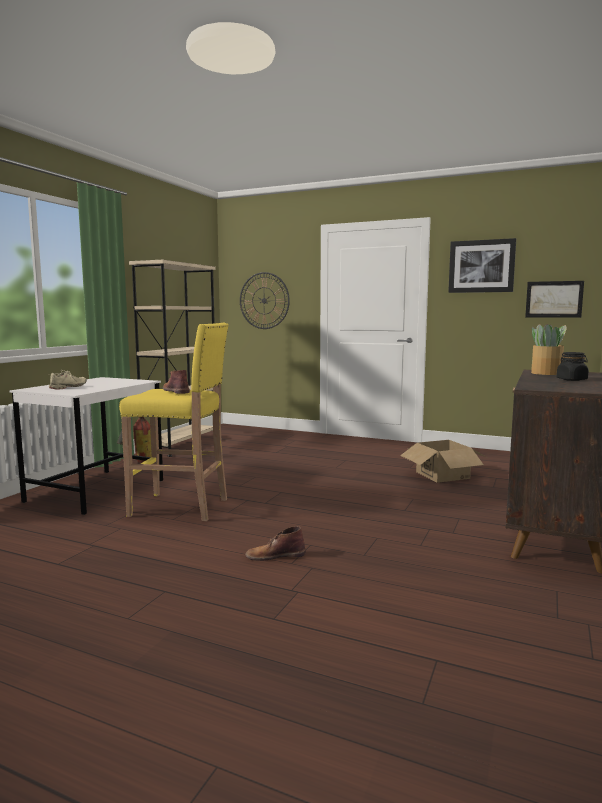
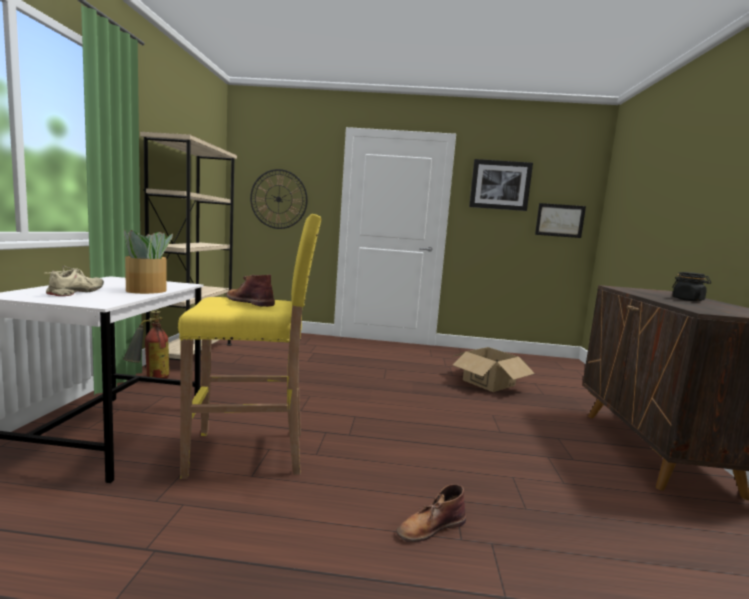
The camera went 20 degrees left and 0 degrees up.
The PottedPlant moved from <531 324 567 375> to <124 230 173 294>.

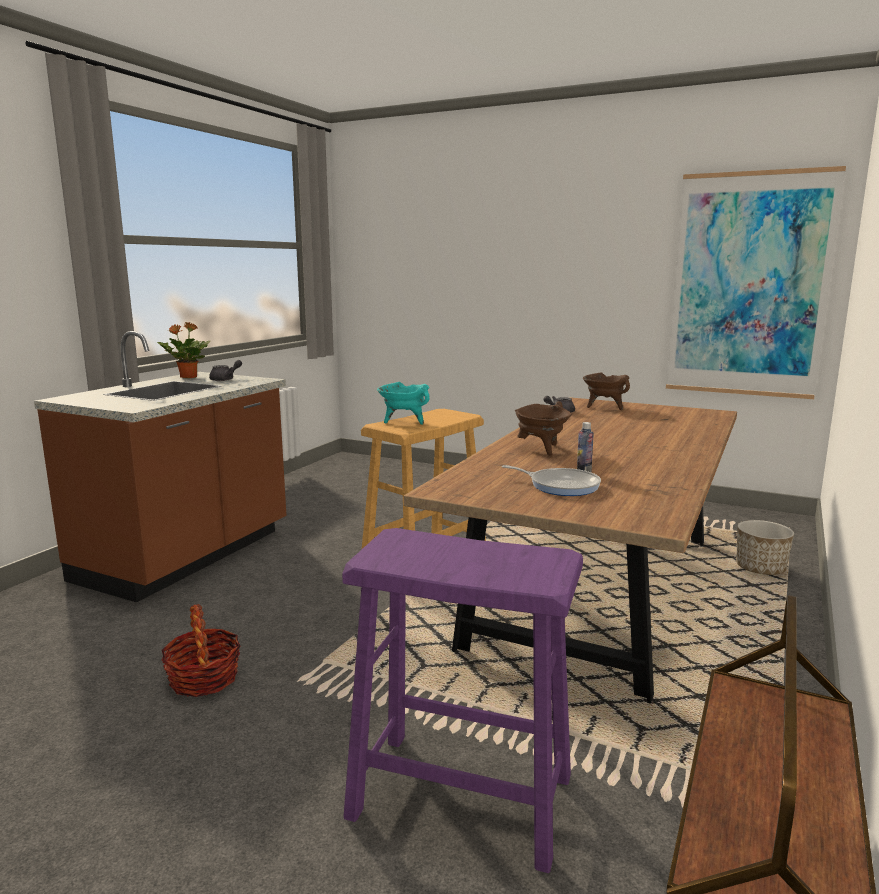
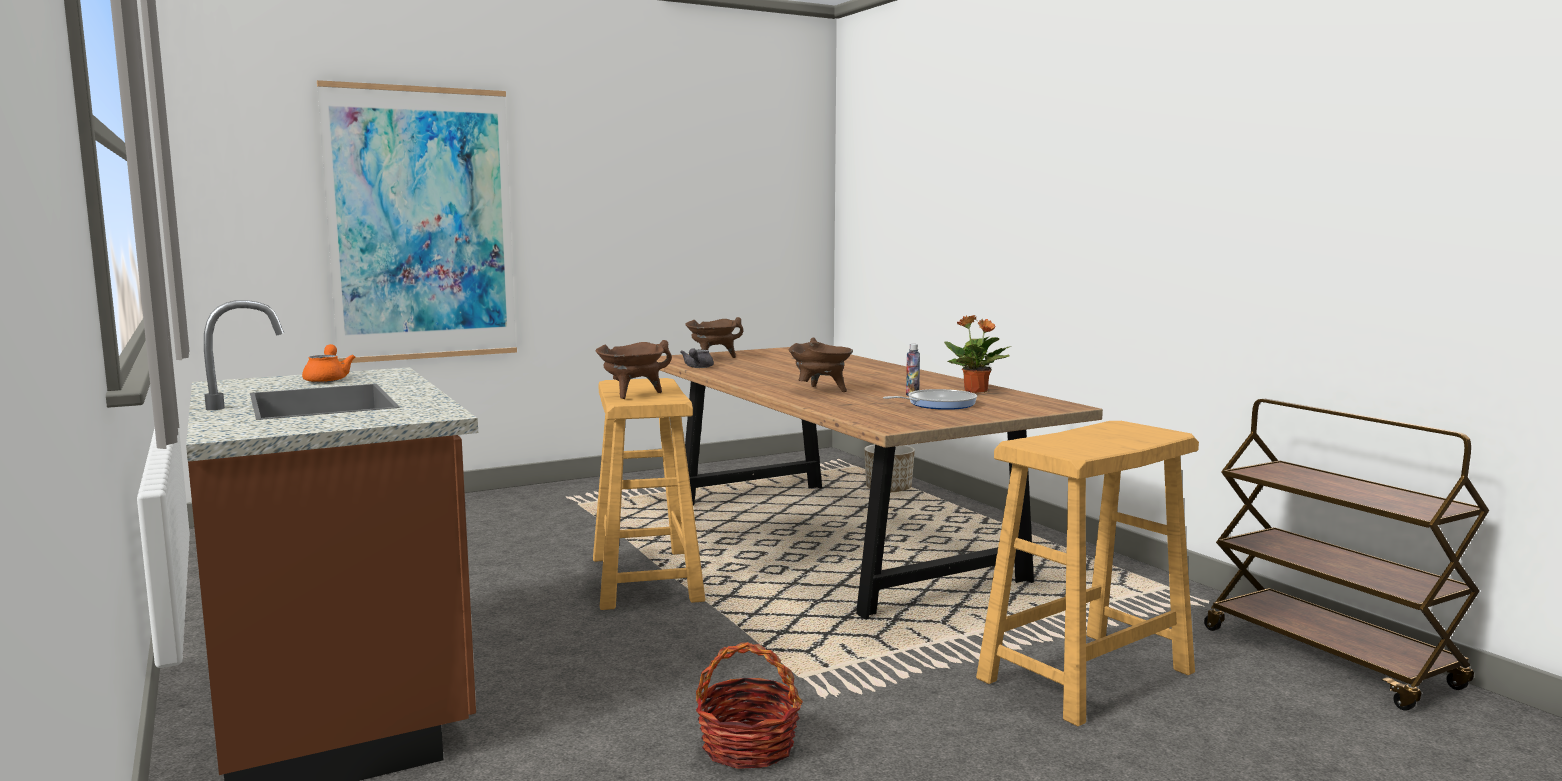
The camera went 55 degrees left and 5 degrees down.
The GreyishTeapot at <209 360 242 381> became the OrangeColouredTeapot at <302 344 355 383>.
The WallPicture moved from <666 166 846 399> to <317 80 517 363>.
The TurquoiseStockpot at <377 382 430 425> became the BrownishStockpot at <596 340 672 399>.
The PottedPlant moved from <157 322 211 378> to <944 315 1011 393>.
The PurpleStoolSeat at <342 528 583 873> became the BeigeStoolSeat at <976 421 1199 726>.

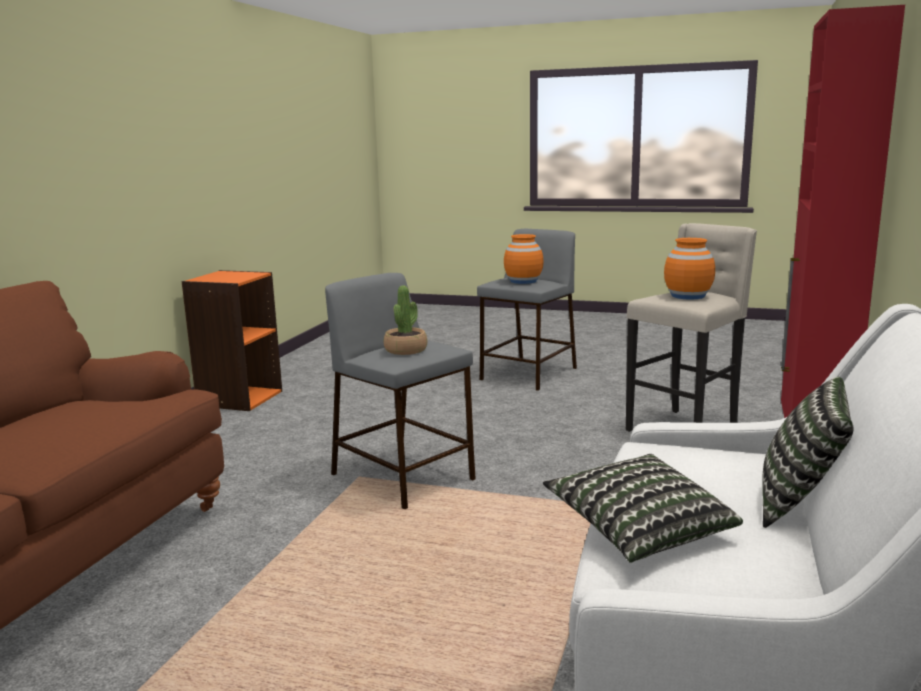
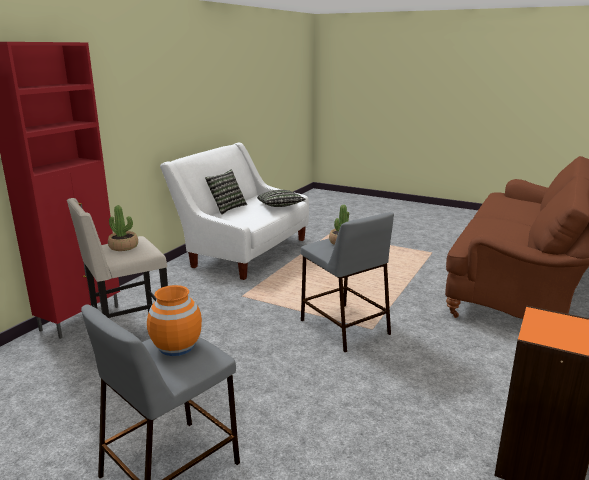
The camera went 170 degrees left and 5 degrees up.
The OrangeColouredFlowerVase at <664 238 715 300> was replaced by the PottedPlant at <108 205 138 251>.

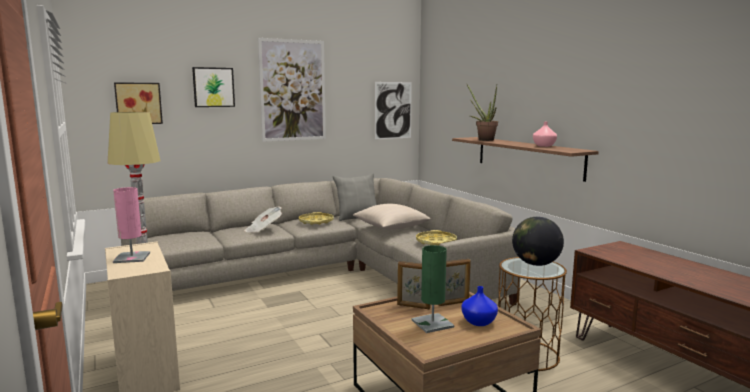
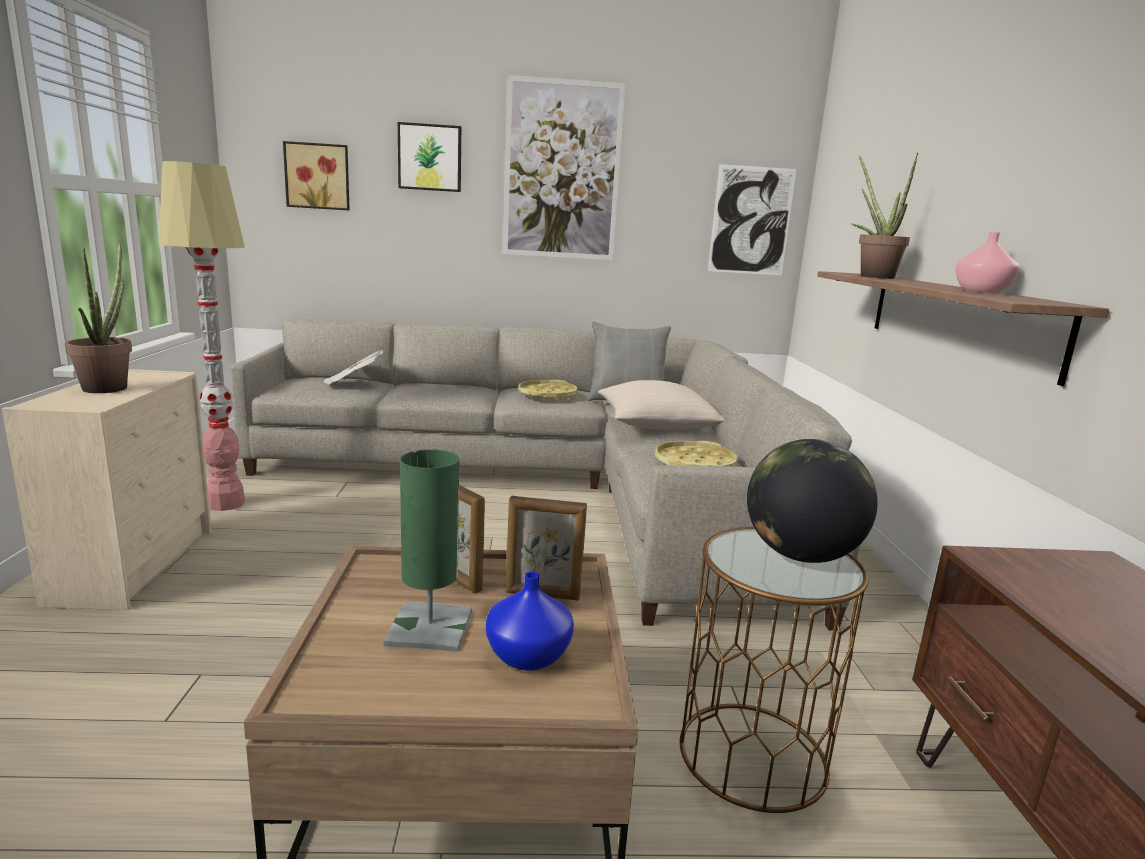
The camera went 25 degrees right and 5 degrees up.
The PinkLampForATable at <113 187 150 263> was replaced by the PottedPlant at <65 241 132 393>.
The DailyPaper moved from <244 207 282 233> to <324 351 383 385>.

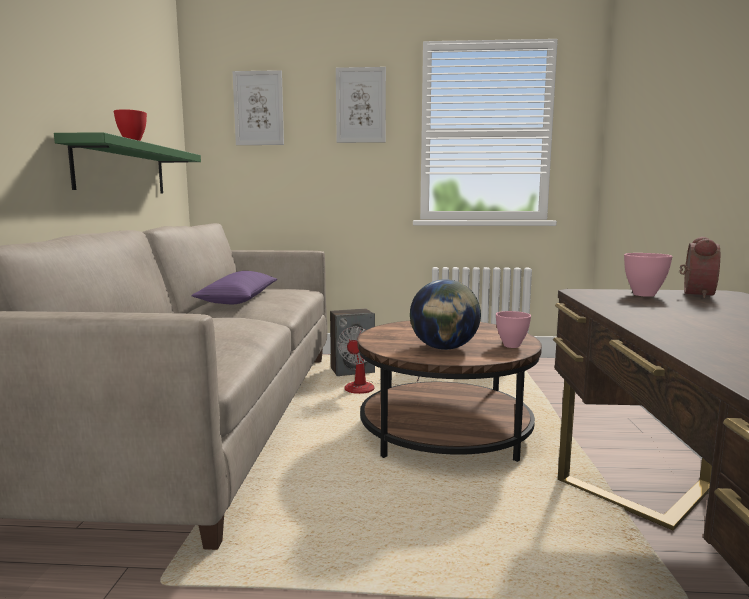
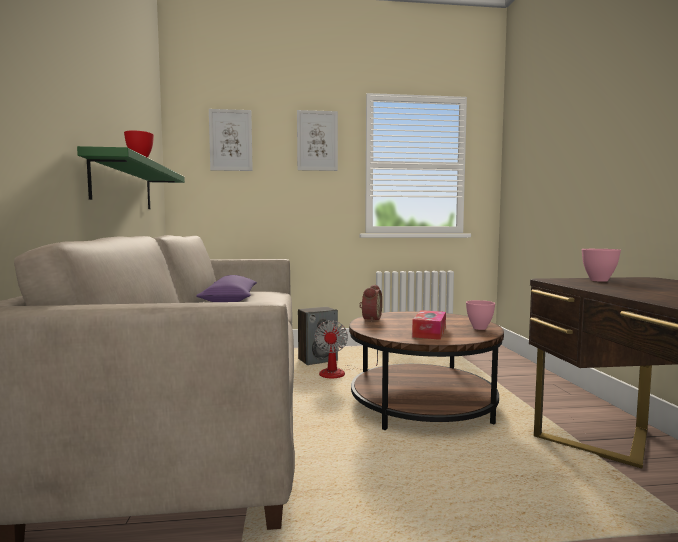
The camera went 10 degrees left and 5 degrees down.
The TableClock moved from <679 237 720 298> to <359 285 382 322>.
The Globe at <410 279 481 350> was replaced by the TissueHolder at <412 310 446 340>.

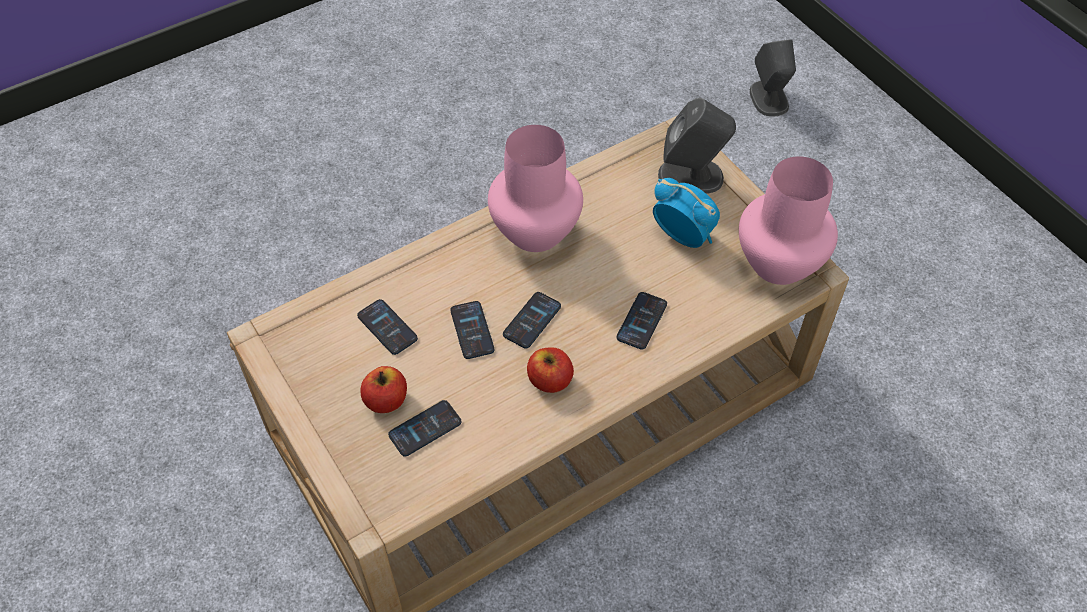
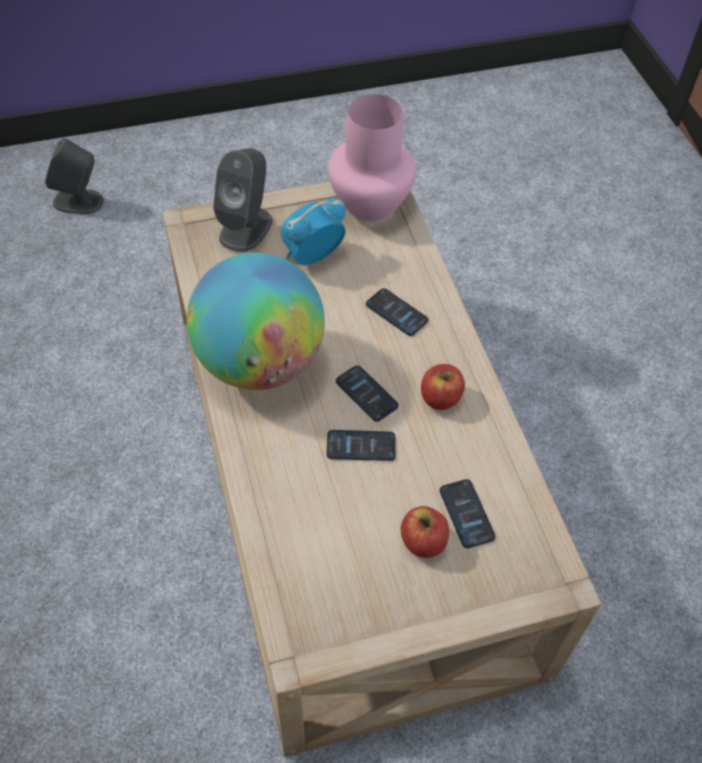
The camera went 75 degrees left and 0 degrees up.
The PinkFlowerVase at <488 125 583 252> was replaced by the Globe at <187 252 325 390>.
The Handset at <357 299 418 355> disappeared.

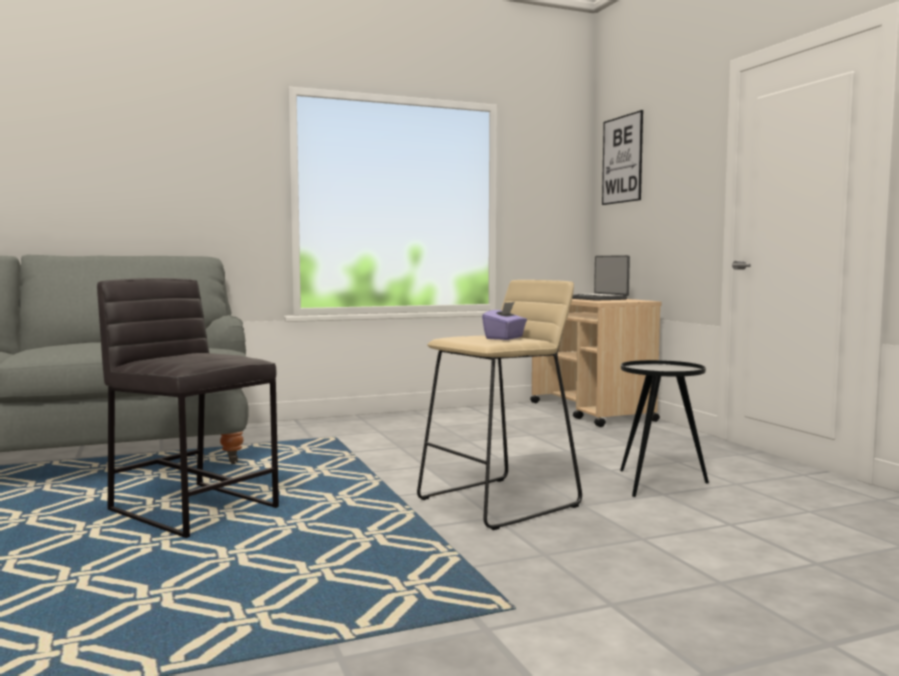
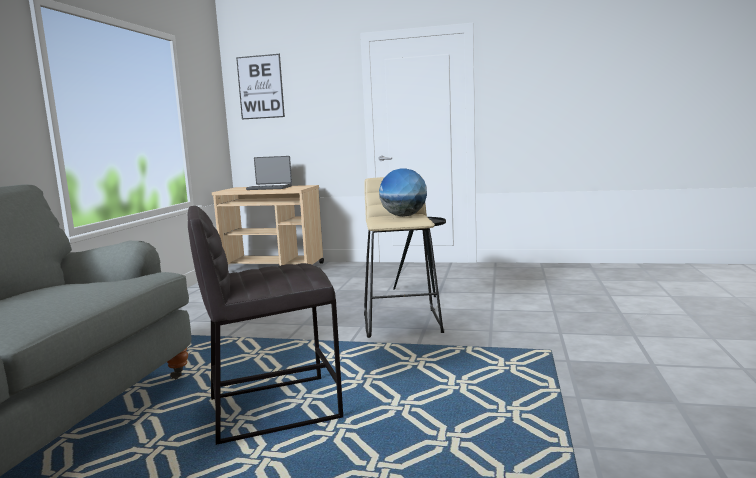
The camera went 55 degrees left and 5 degrees up.
The PurpleTissueHolder at <482 302 527 340> was replaced by the Globe at <379 168 427 217>.

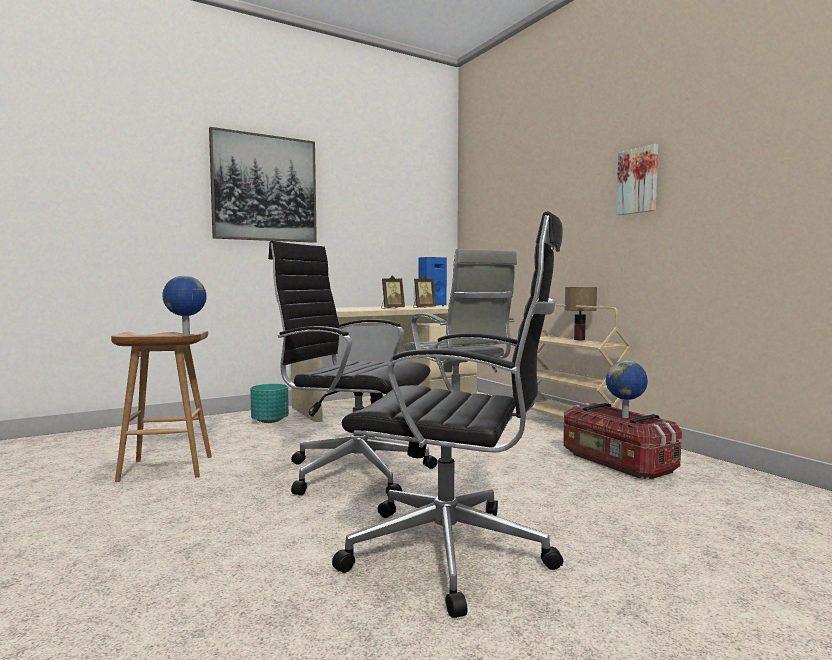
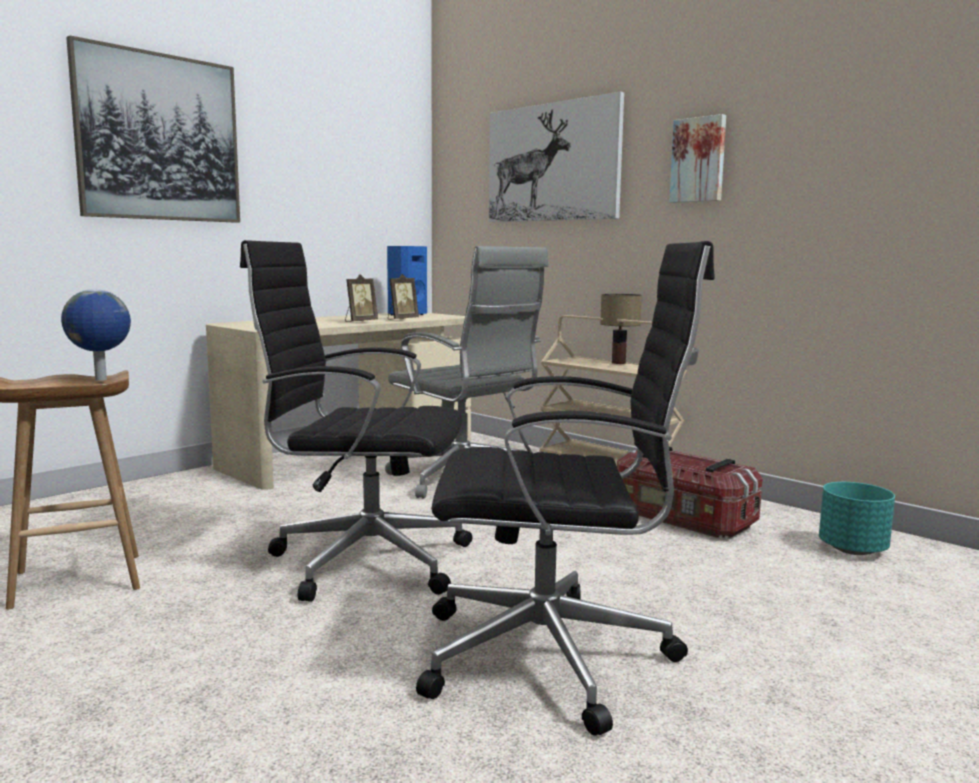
The camera went 15 degrees left and 5 degrees up.
The WallPicture at <489 92 624 222> appeared.
The TurquoisePlantPot moved from <250 384 289 423> to <819 482 895 555>.
The Globe at <606 360 648 418> disappeared.

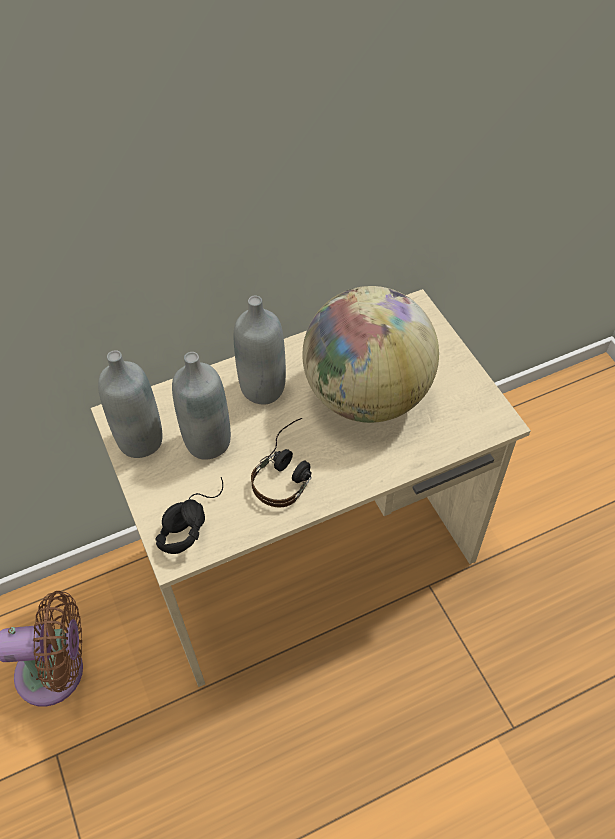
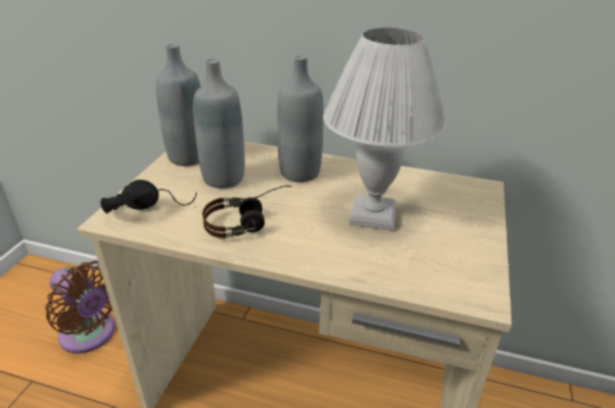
The camera went 40 degrees right and 20 degrees down.
The Globe at <302 286 439 423> was replaced by the WhitishLampForATable at <323 28 446 231>.

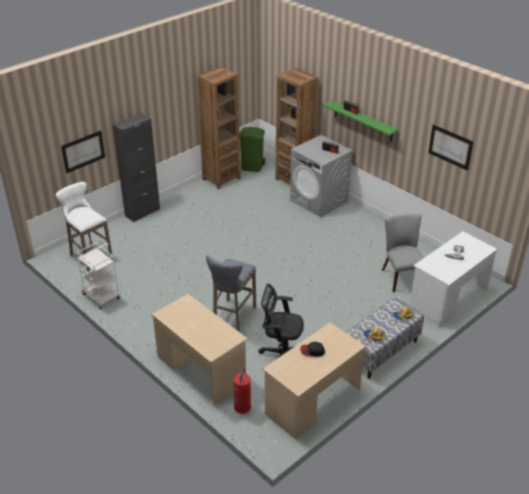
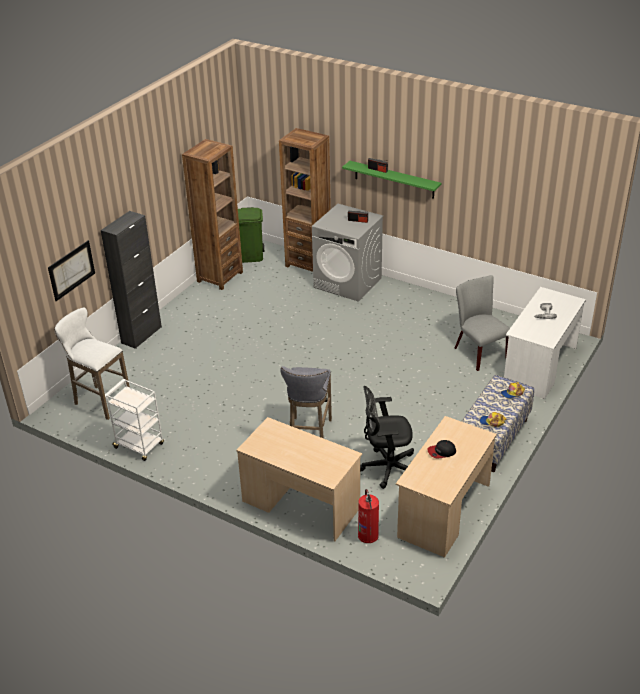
The camera went 15 degrees left and 0 degrees up.
The WallPicture at <428 125 473 171> disappeared.

